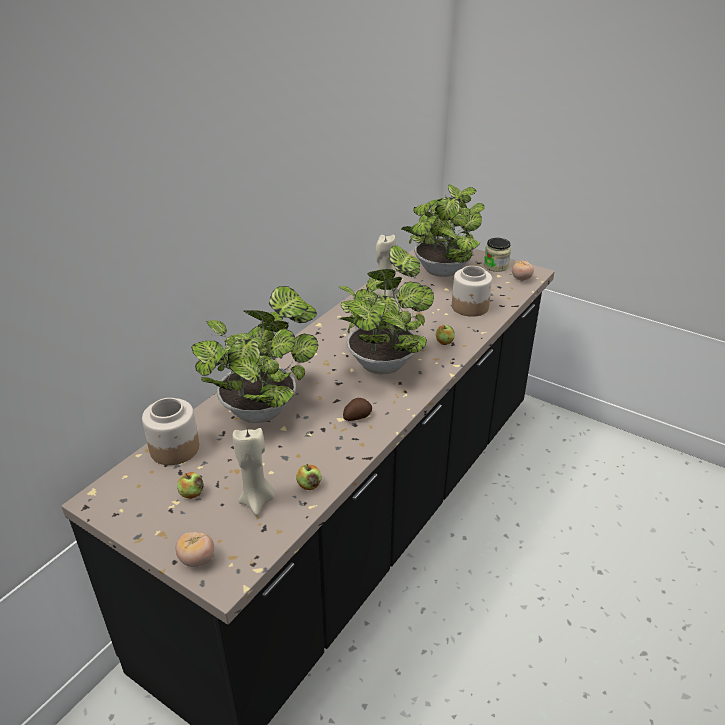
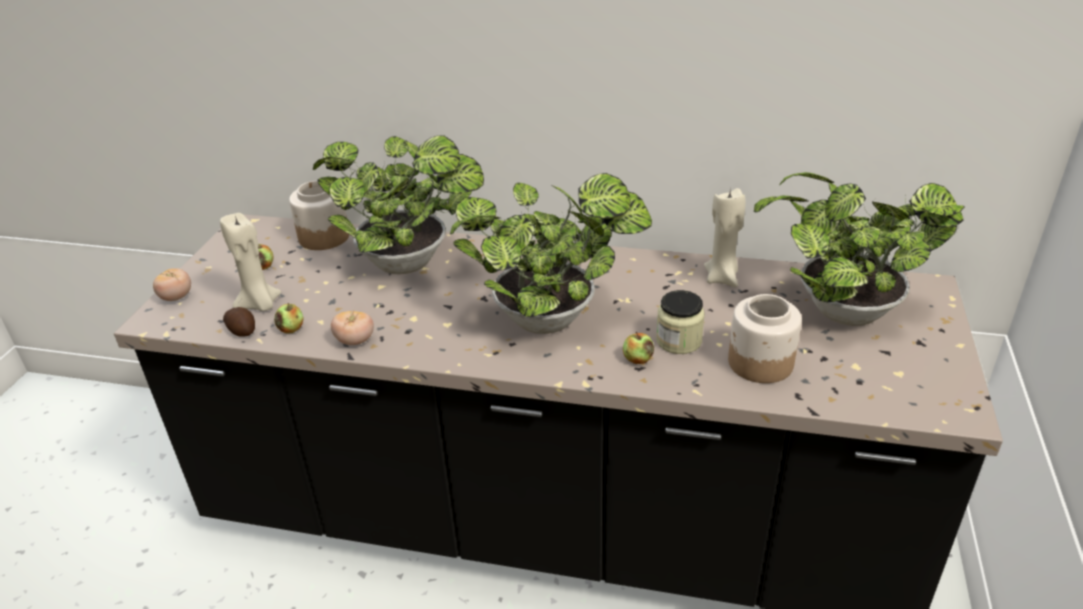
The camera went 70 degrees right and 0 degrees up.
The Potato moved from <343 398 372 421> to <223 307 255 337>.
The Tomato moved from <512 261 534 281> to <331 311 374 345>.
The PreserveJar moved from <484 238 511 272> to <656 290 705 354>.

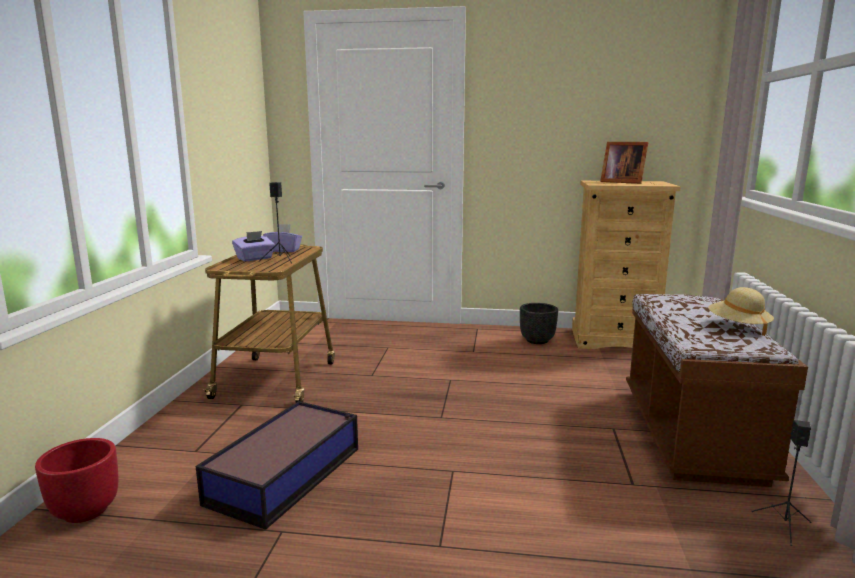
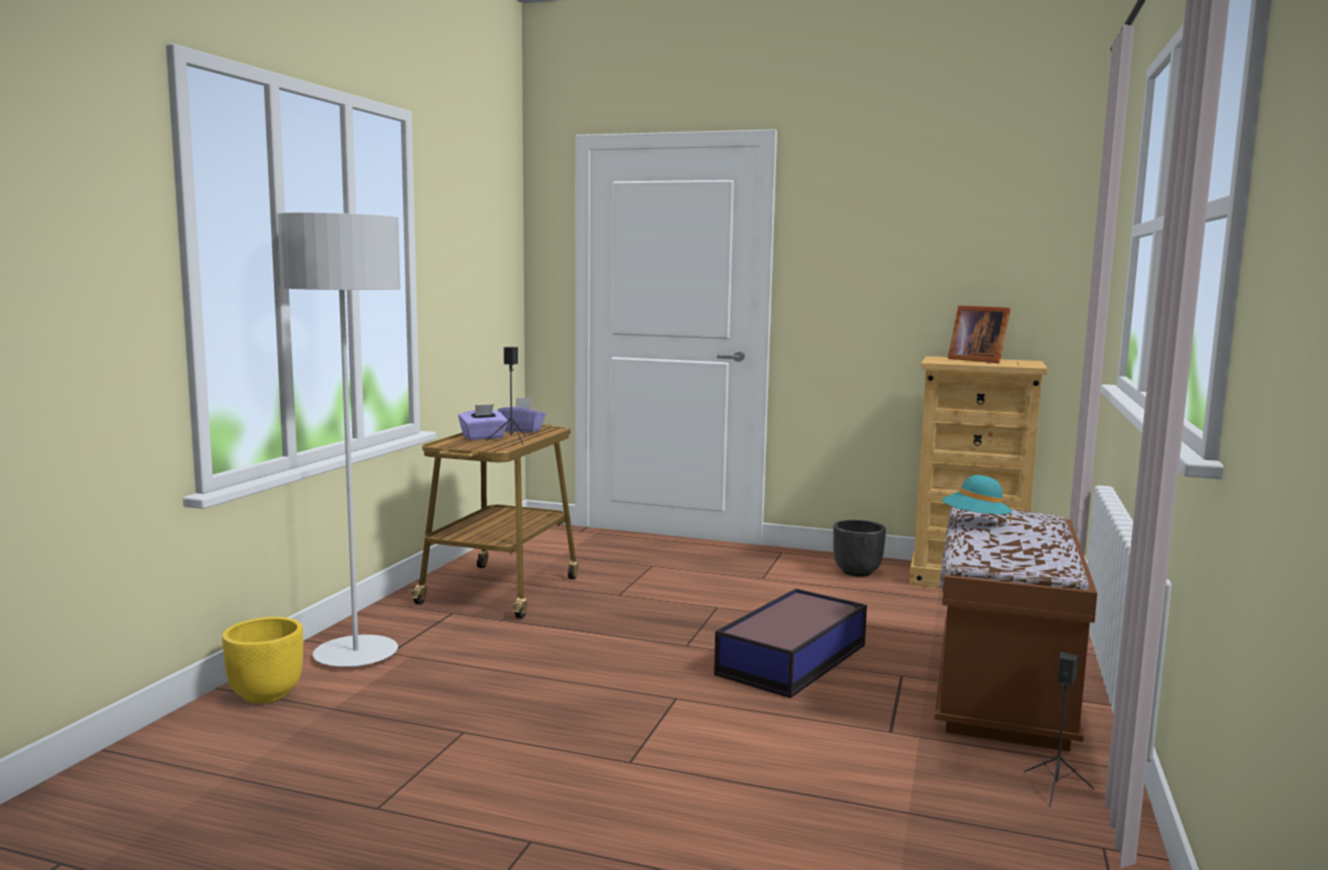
The camera went 10 degrees right and 5 degrees down.
The ReddishPlantPot at <35 438 118 523> became the YellowColouredPlantPot at <222 617 303 704>.
The GreyishStandingLamp at <277 213 401 667> appeared.
The StorageContainer moved from <196 401 358 530> to <714 589 867 698>.
The TurquoiseClothingHat at <942 475 1012 523> appeared.
The BeigeClothingHat at <708 287 774 336> disappeared.

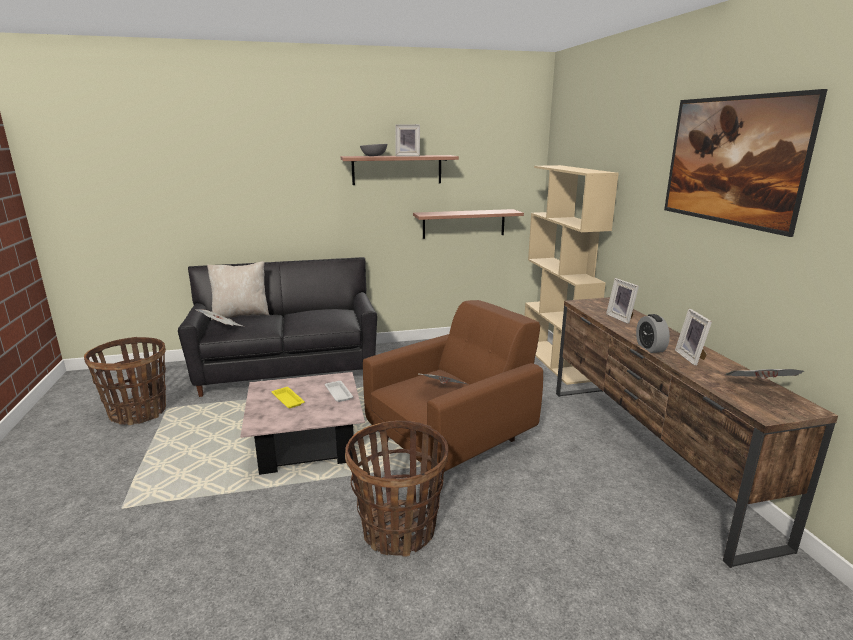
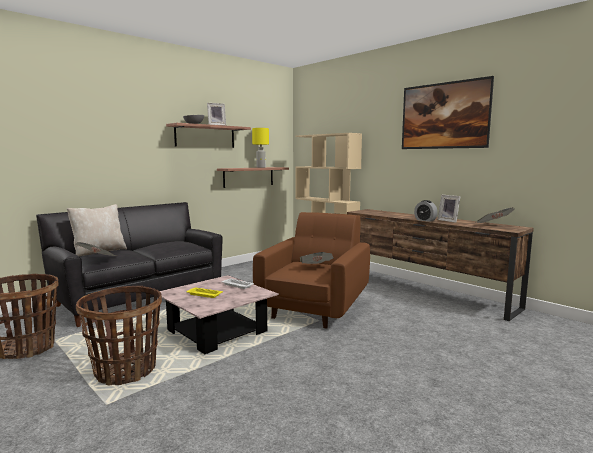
The camera went 30 degrees left and 10 degrees down.
The Basket moved from <345 421 448 557> to <76 286 162 385>.
The YellowColouredLampForATable at <252 128 269 168> appeared.
The StandingFrame at <606 278 639 324> disappeared.

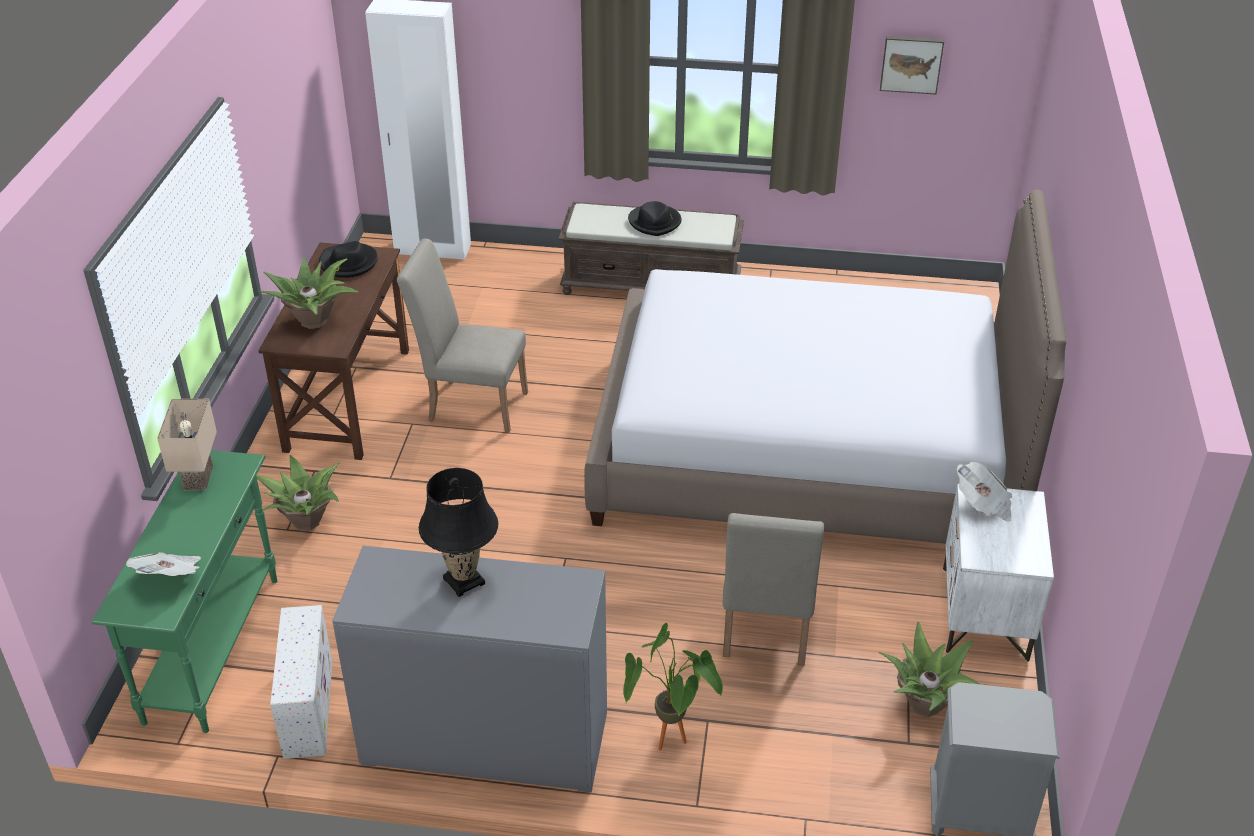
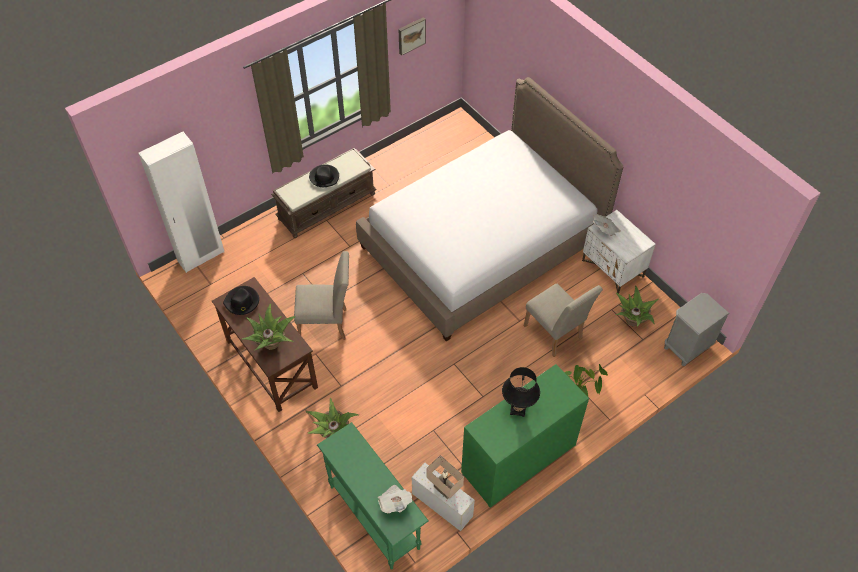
The camera went 45 degrees left and 15 degrees up.
The BeigeUprightChair at <397 238 528 433> turned 150 degrees counterclockwise.
The BeigeLampForATable moved from <157 399 217 491> to <427 455 464 499>.
The GreyishChestOfDrawers at <332 546 607 793> became the GreenChestOfDrawers at <461 364 589 508>.

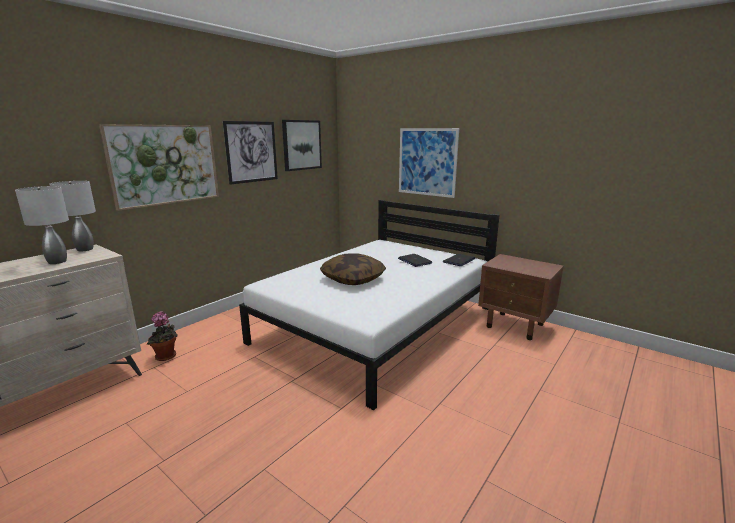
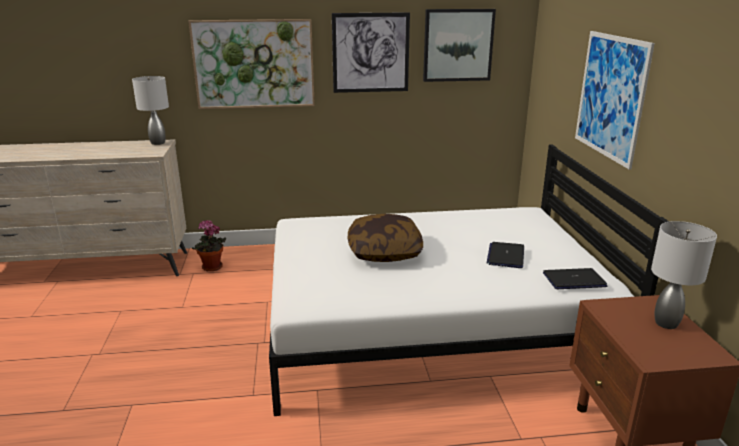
The camera went 45 degrees right and 5 degrees up.
The GreyishLampForATable moved from <15 186 69 264> to <651 221 717 329>.

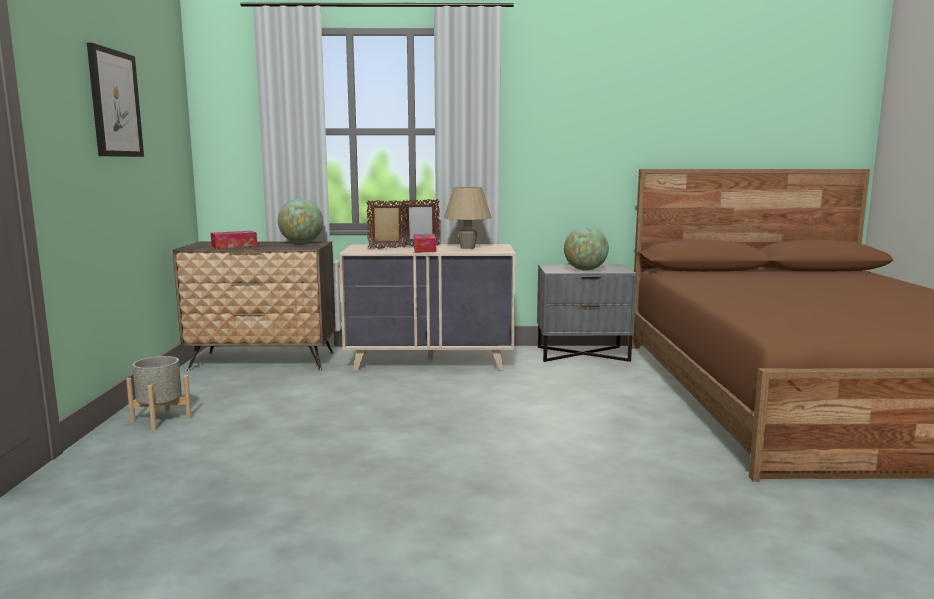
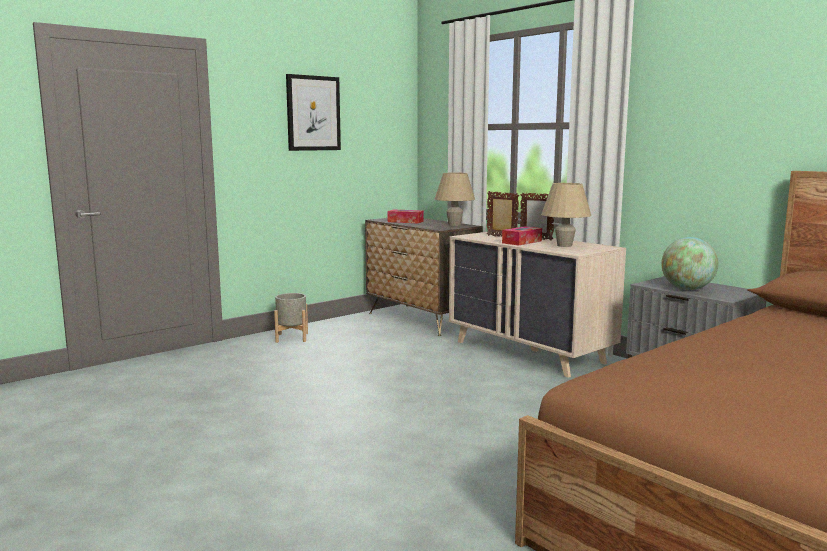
The camera went 50 degrees right and 0 degrees up.
The Globe at <278 199 324 244> was replaced by the BeigeLampForATable at <435 173 475 226>.

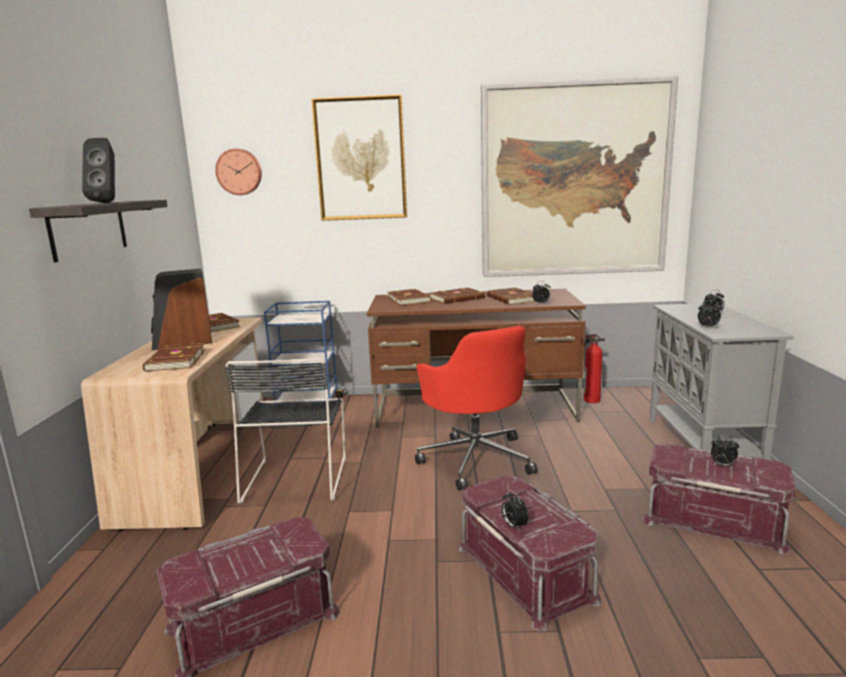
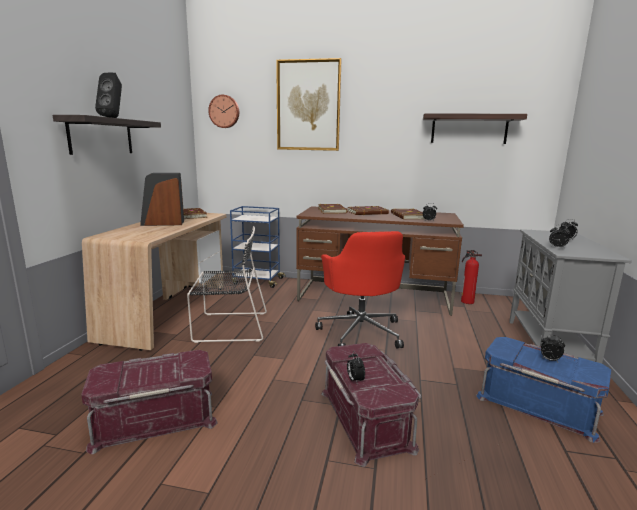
The camera went 10 degrees right and 0 degrees up.
The BlackUprightChair at <225 358 346 504> turned 105 degrees counterclockwise.
The WallPicture at <481 75 678 277> was replaced by the BracketShelf at <423 113 527 144>.
The ReddishStorageContainer at <643 443 796 555> became the BlueStorageContainer at <476 337 612 443>.
The BrownishBoundBook at <143 343 205 372> disappeared.

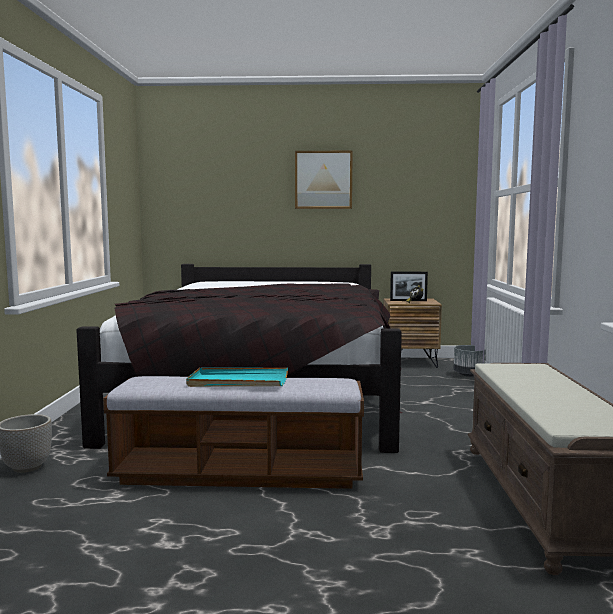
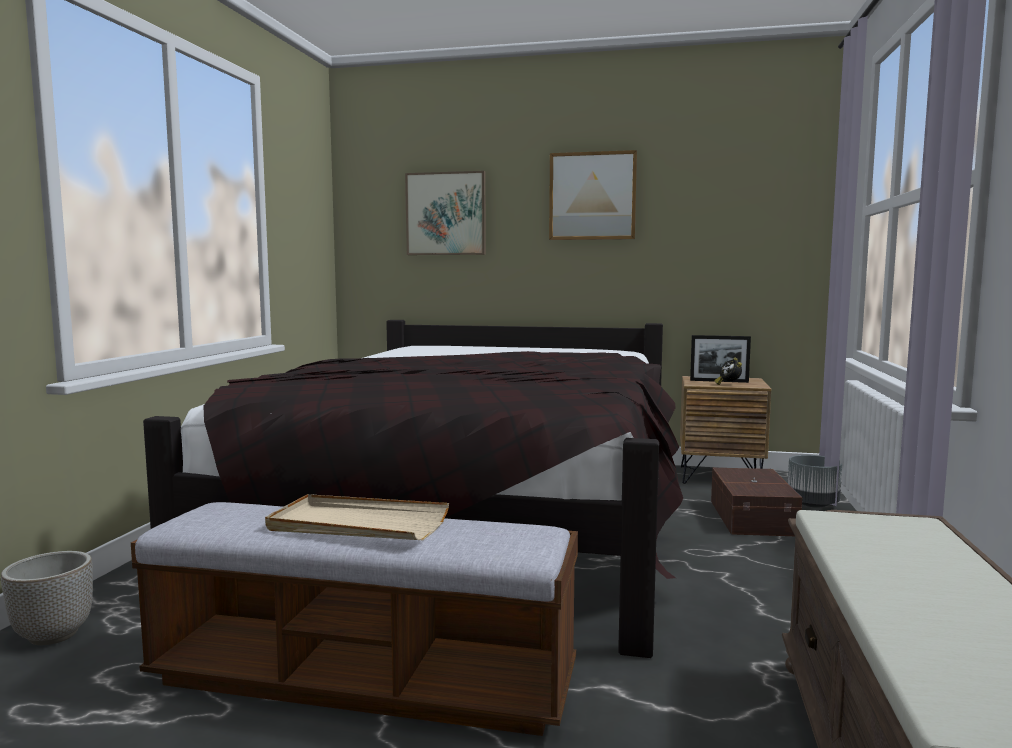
The camera went 10 degrees right and 0 degrees up.
The TurquoiseCarryingTray at <186 368 288 387> became the BeigeCarryingTray at <265 494 449 540>.
The WallPicture at <405 171 486 255> appeared.
The BrownishStorageContainer at <711 468 802 536> appeared.

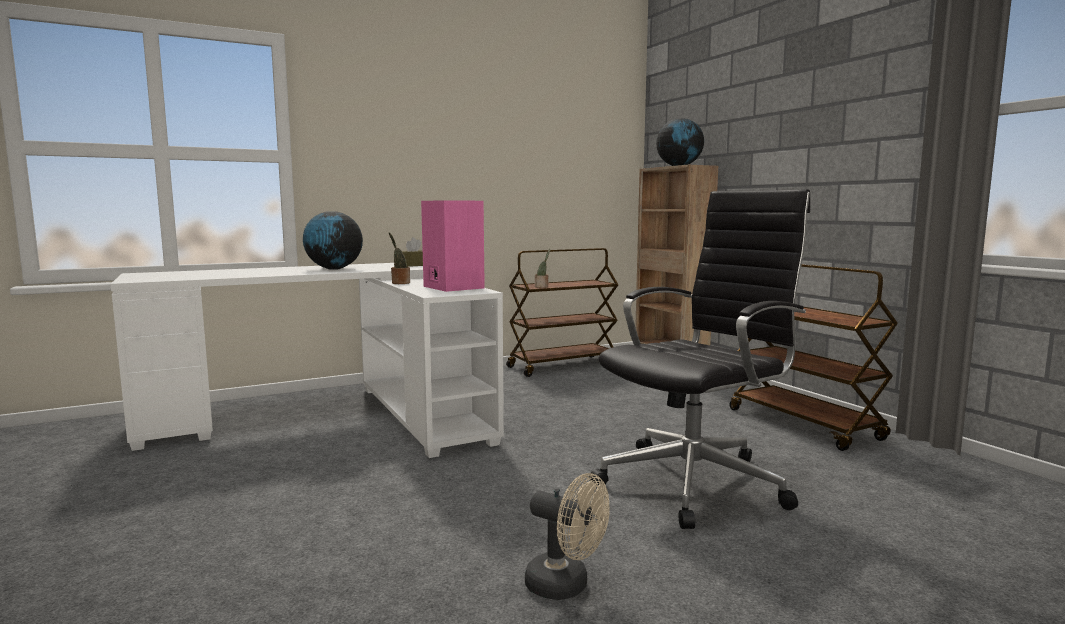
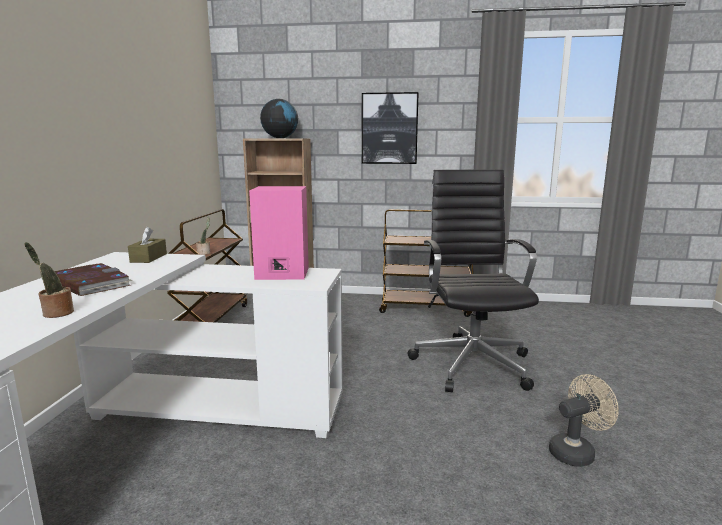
The camera went 55 degrees left and 5 degrees up.
The PottedPlant moved from <389 232 410 284> to <24 242 74 318>.
The Globe at <303 212 363 270> was replaced by the BoundBook at <54 263 132 296>.
The WallPicture at <362 92 419 164> appeared.

